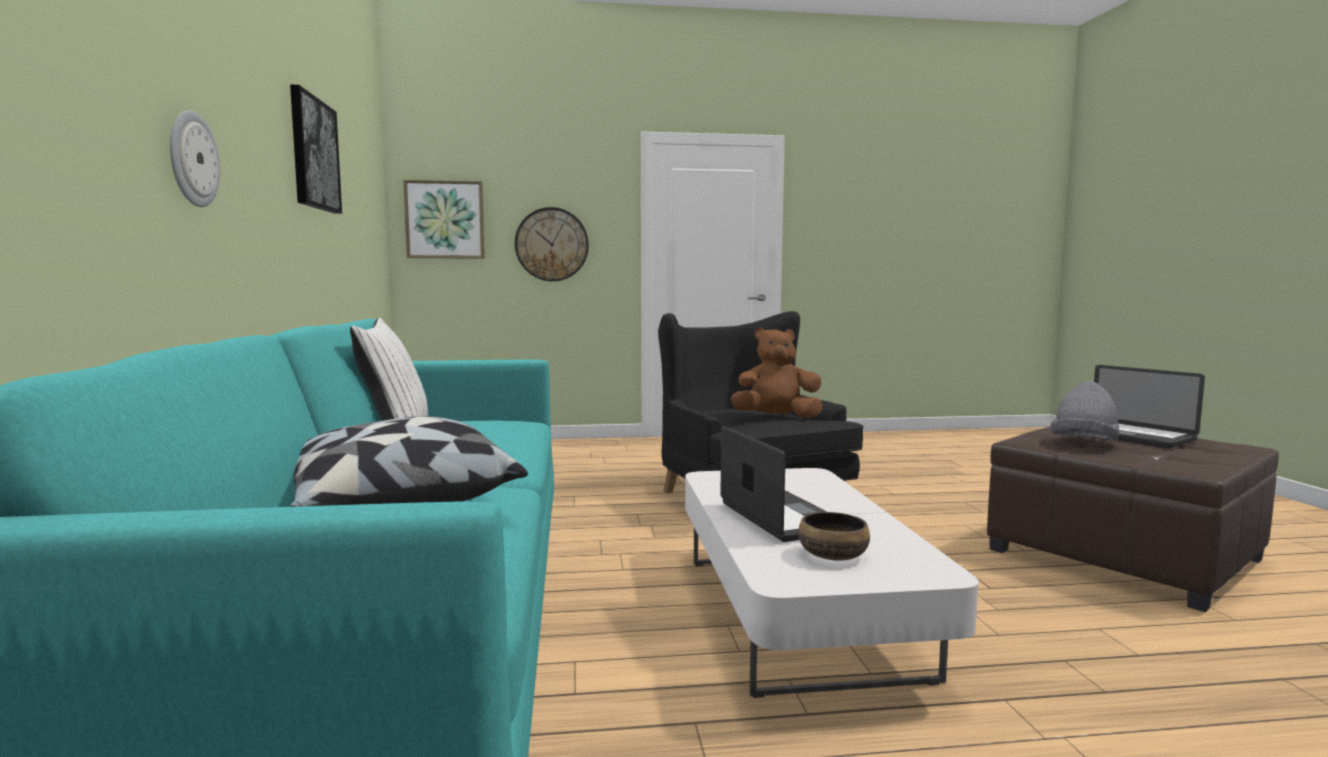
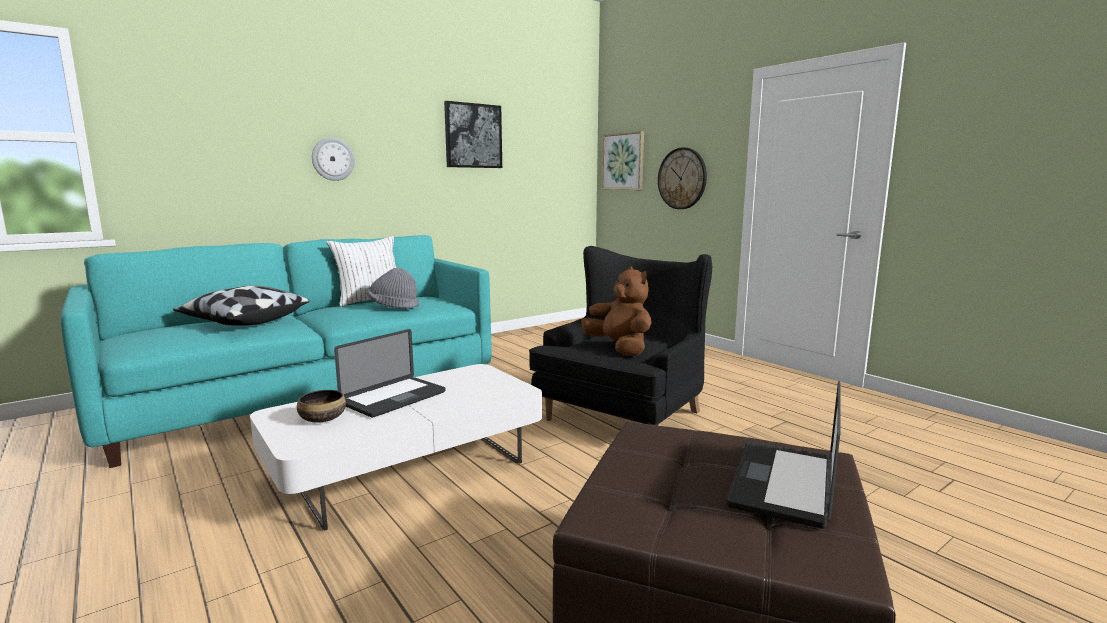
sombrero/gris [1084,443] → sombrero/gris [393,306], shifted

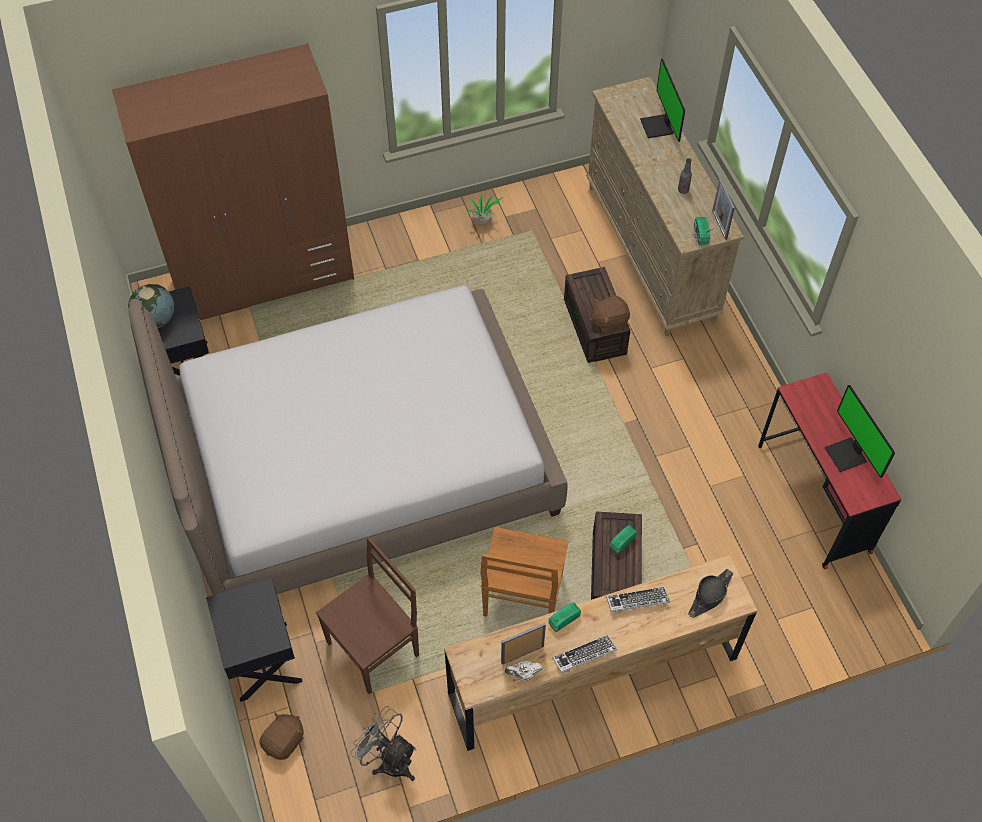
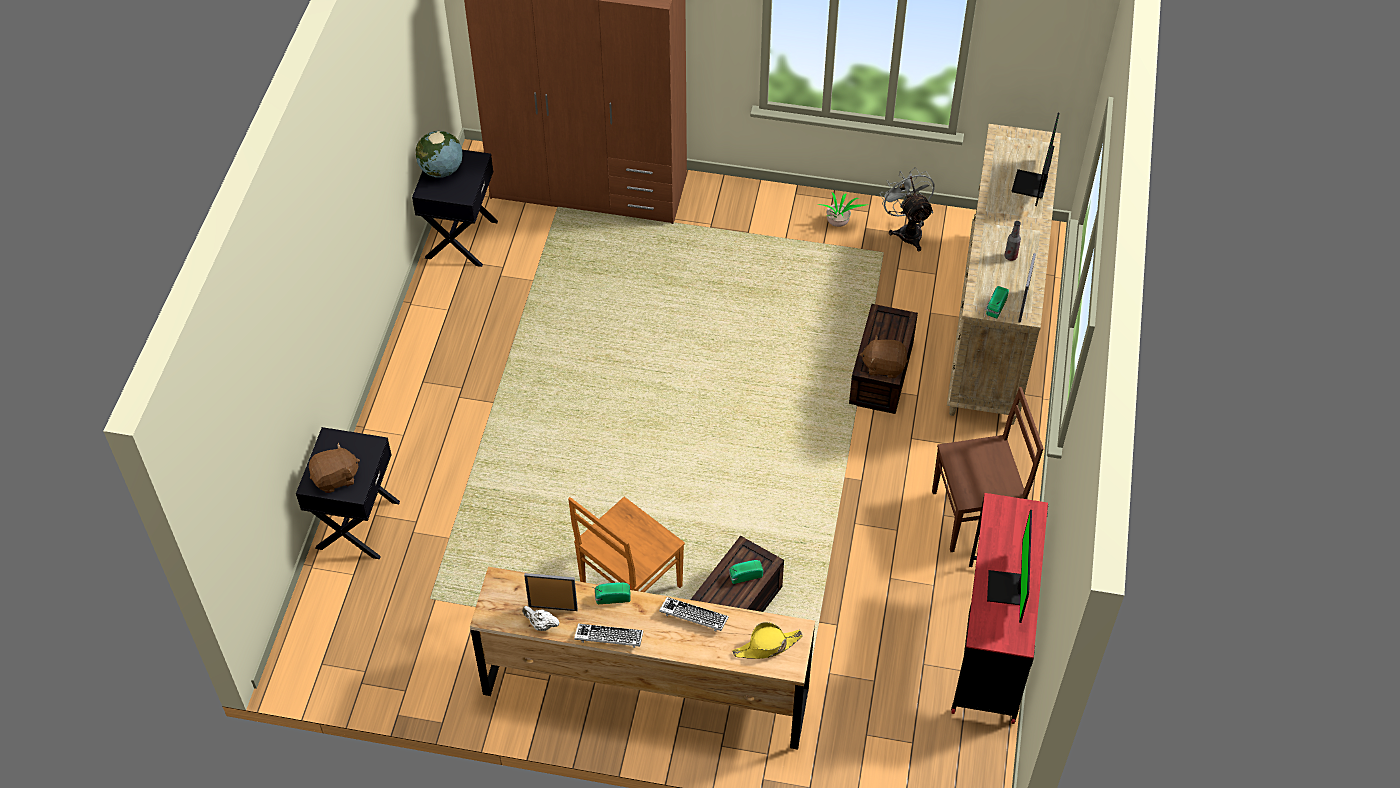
peluche/marrón [284,741] → peluche/marrón [336,478], shifted
sombrero/negro [709,595] → sombrero/amarillo [767,646]
ventilador/gris [389,759] → ventilador/gris [907,231], shifted
silla/marrón [375,647] → silla/marrón [976,516], shifted
cama [361,464] → -

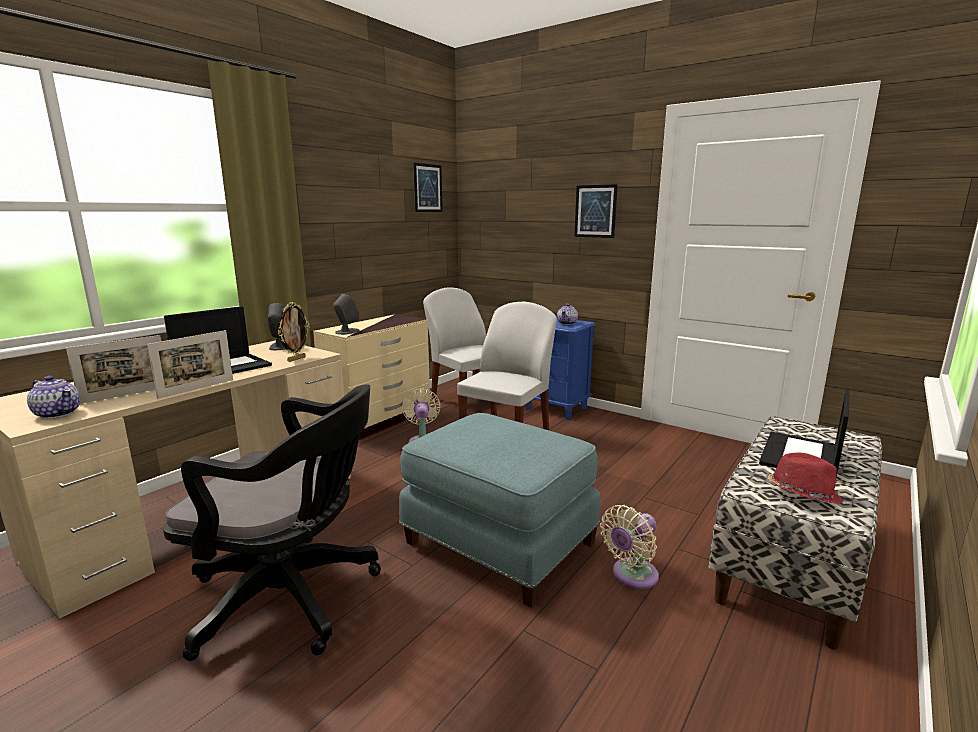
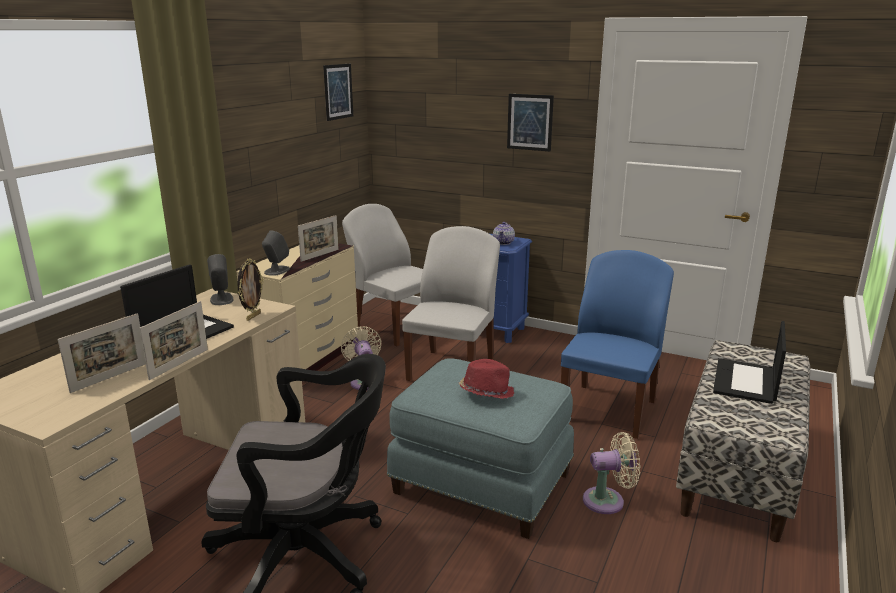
- → portarretratos [320,255]
sombrero/rojo [801,493] → sombrero/rojo [486,392], shifted
- → silla/azul [609,409]
ventilador/beis [632,576] → ventilador/beis [608,501], 135 degrees counterclockwise
tetera [58,413] → -

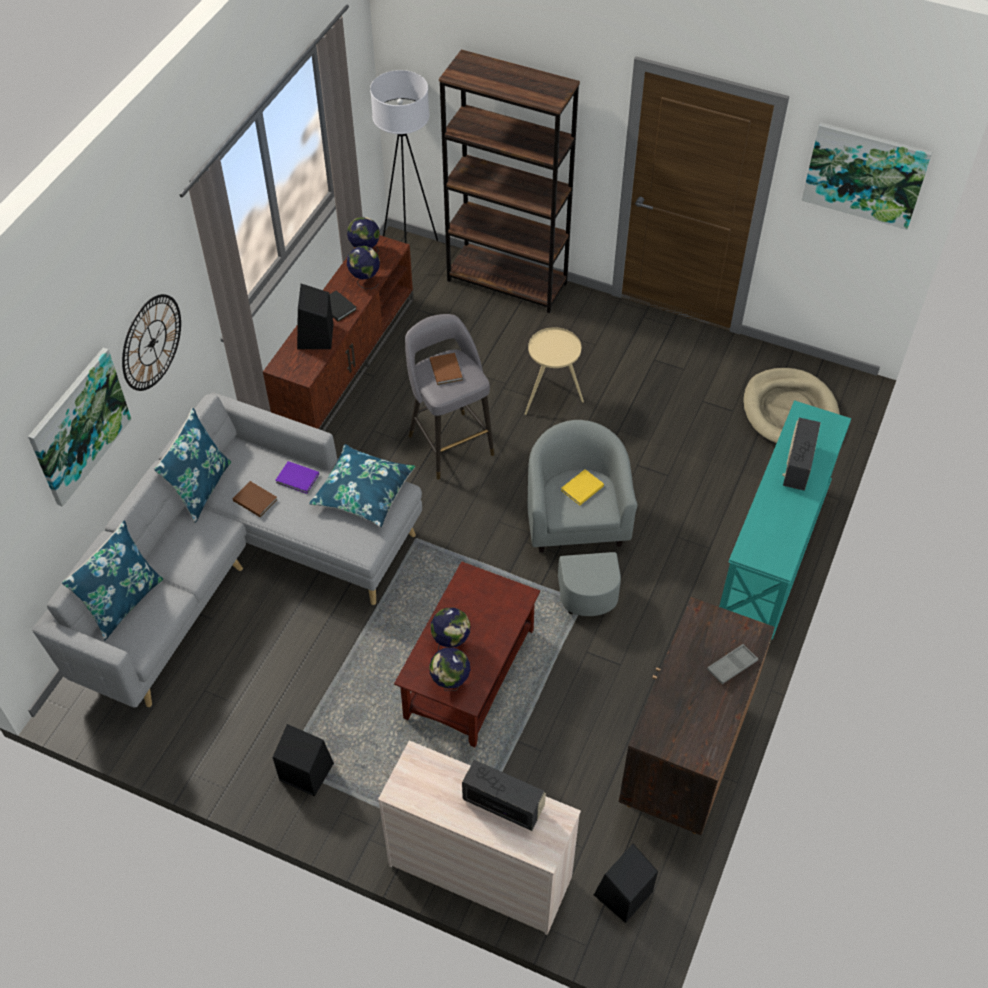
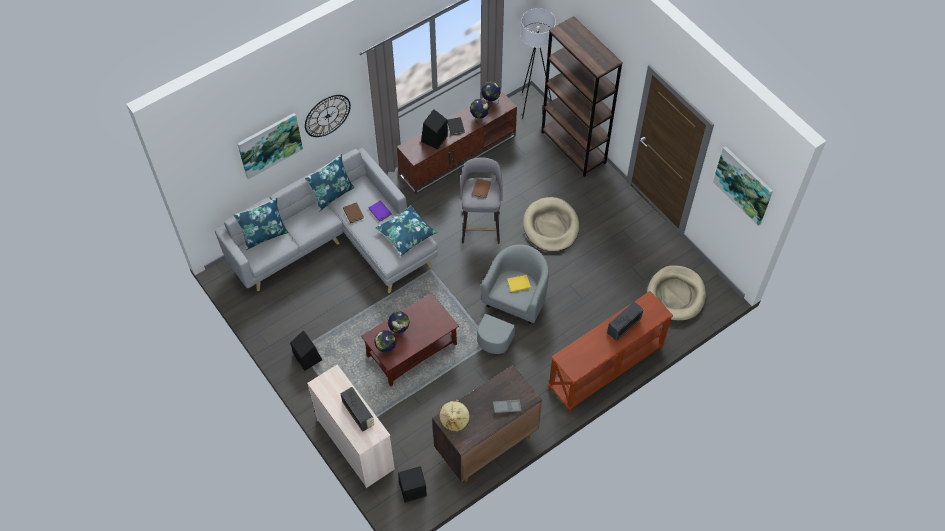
- → sombrero/beis [454,420]
mesa auxiliar/beis [552,398] → cama para perro/beis [551,226]
mesa consola/turquesa [773,556] → mesa consola/marrón [606,369]

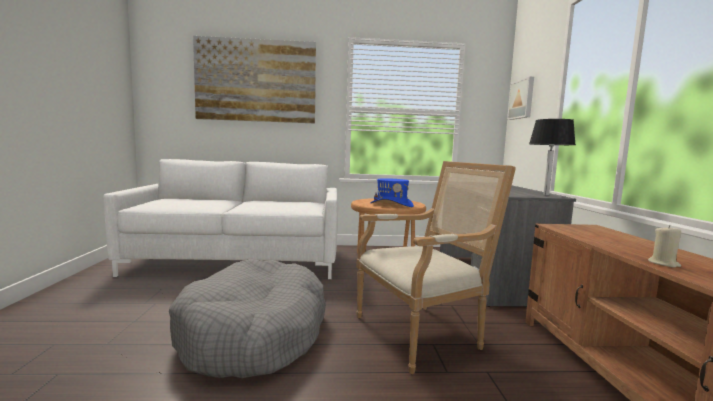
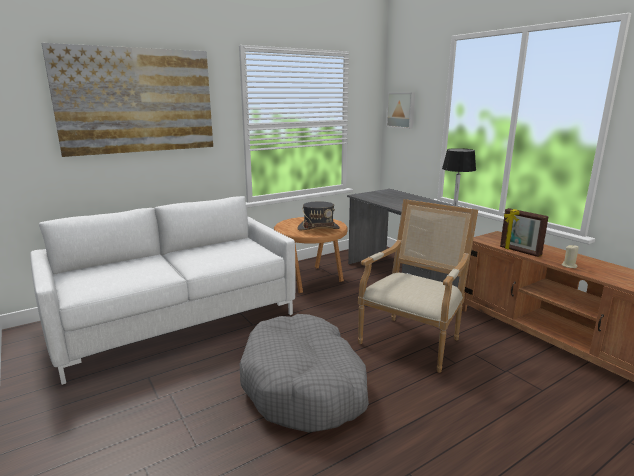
sombrero/azul [391,205] → sombrero/gris [318,228]
- → portarretratos [519,251]

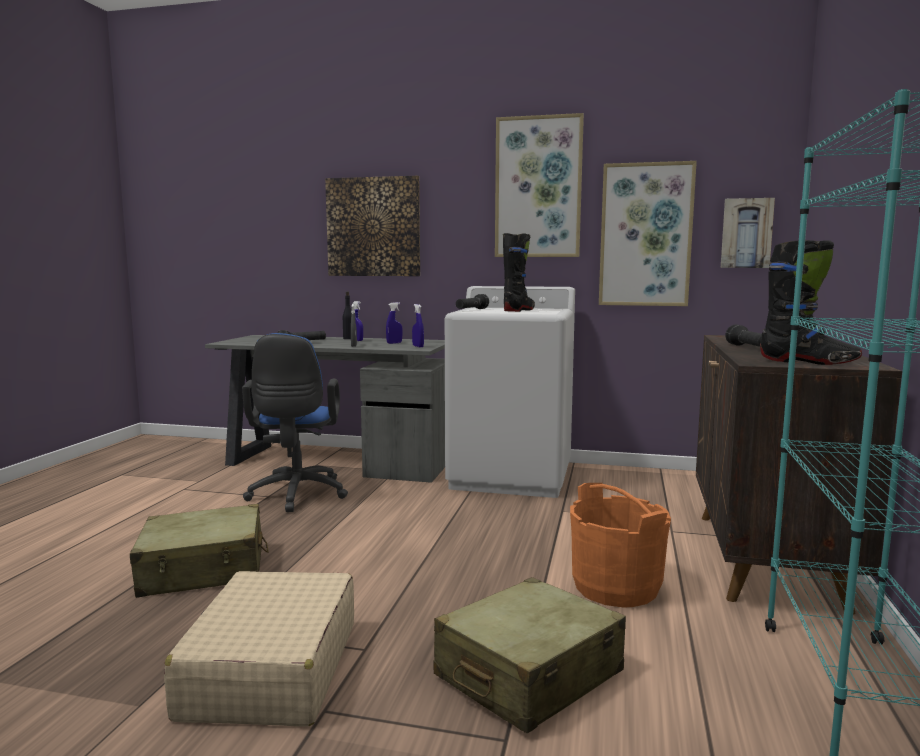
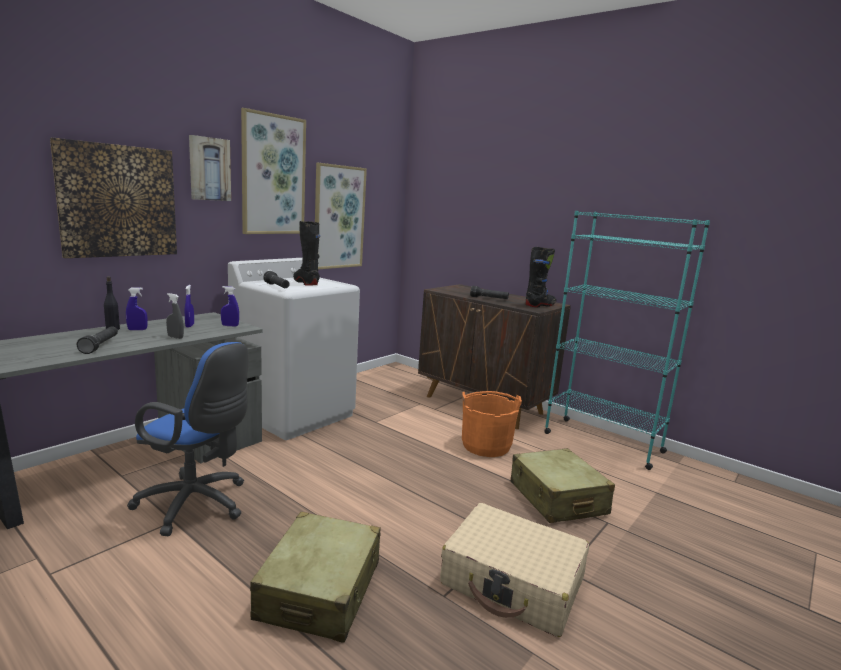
cuadro [746,233] → cuadro [209,169], shifted

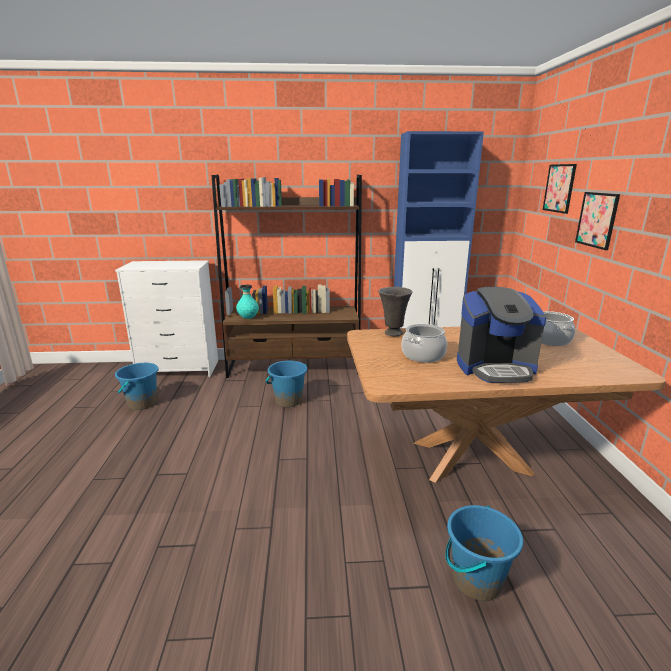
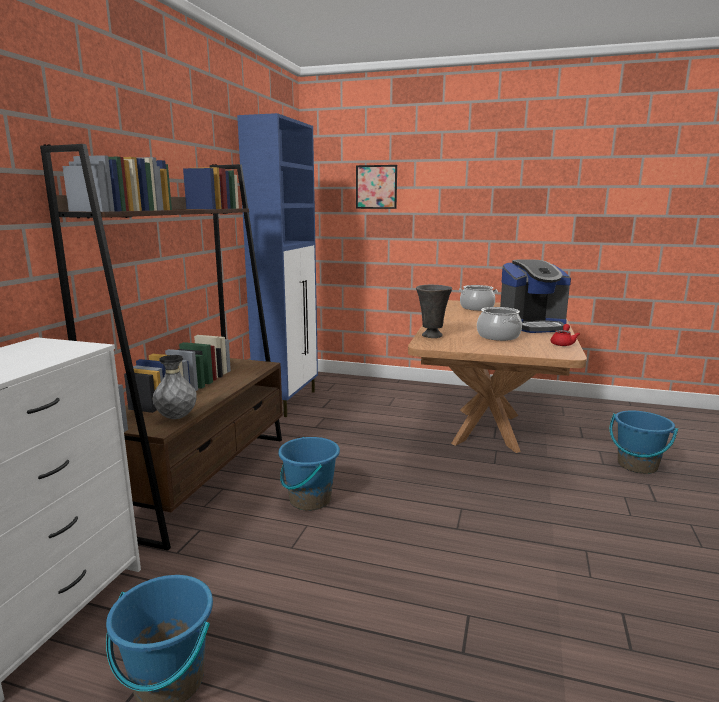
florero/turquesa [248,318] → florero/gris [176,418]
cafetera [495,368] → cafetera [532,326], 60 degrees clockwise
- → tetera/rojo [563,343]
cuadro [597,220] → -

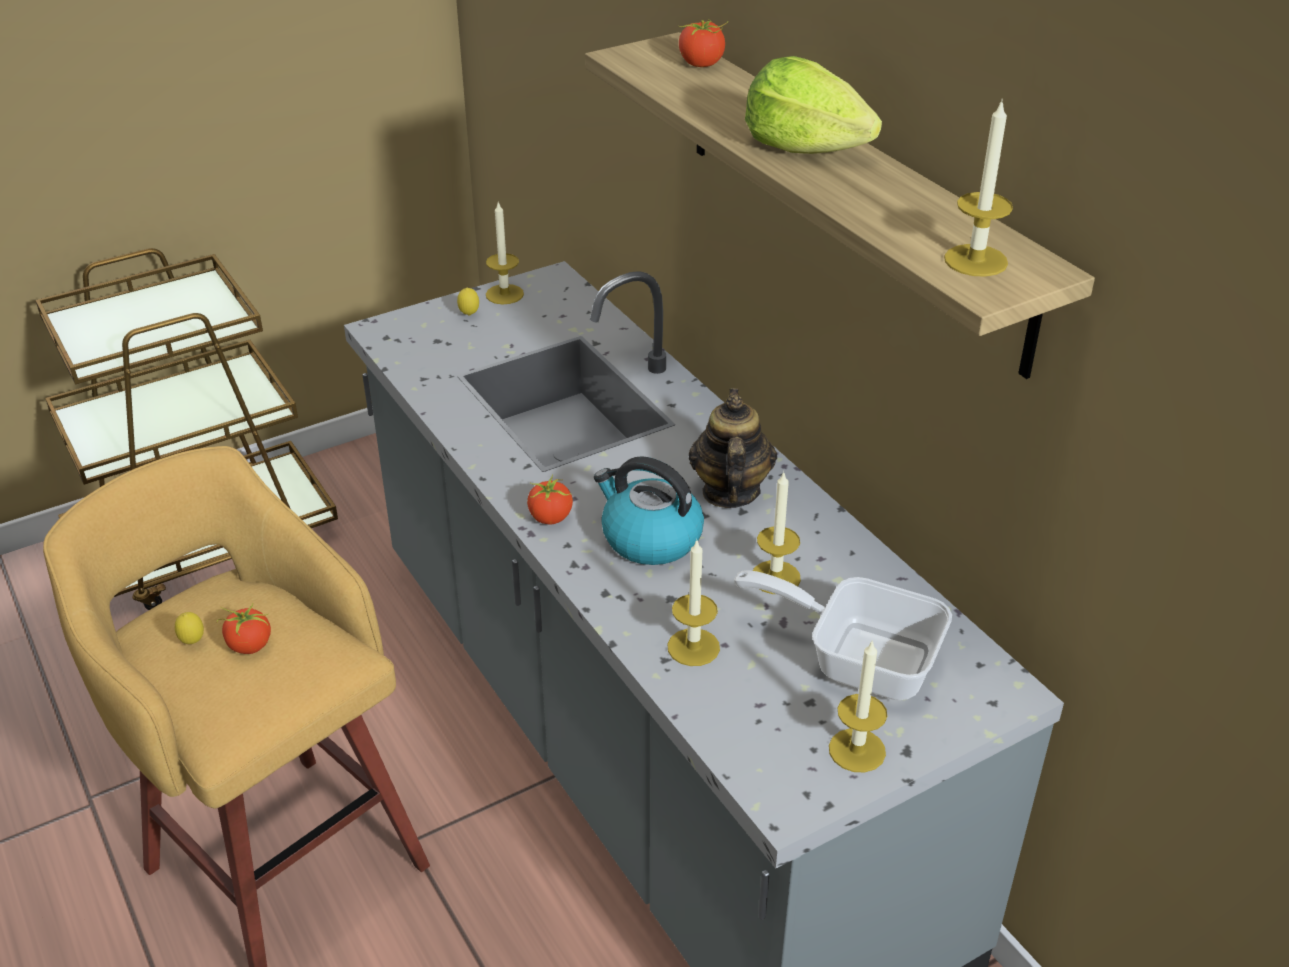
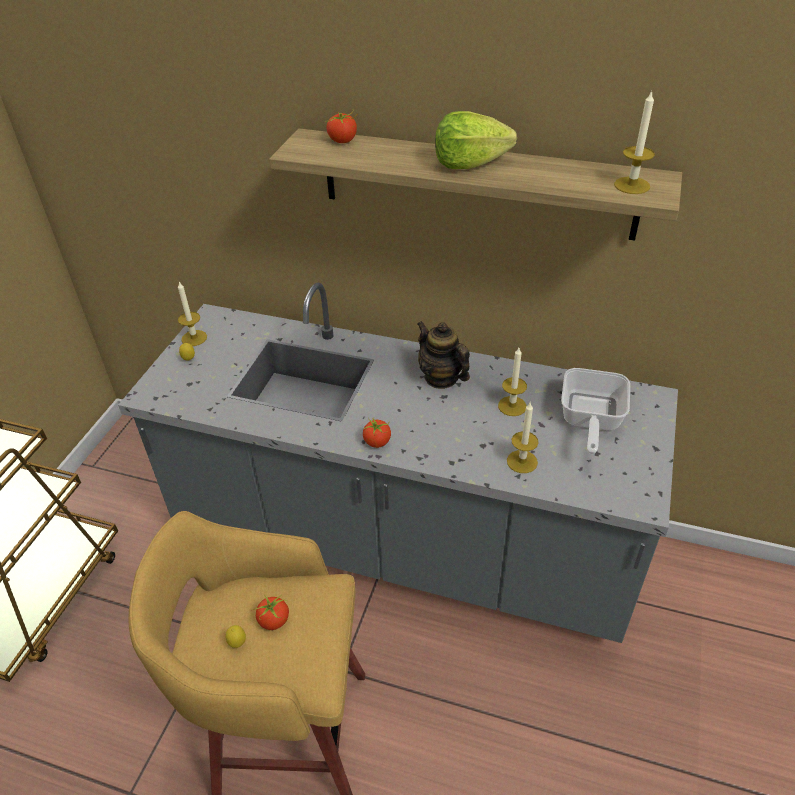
sartén [858,658] → sartén [589,420], 60 degrees counterclockwise
hervidor [650,538] → -
vela [857,750] → -

